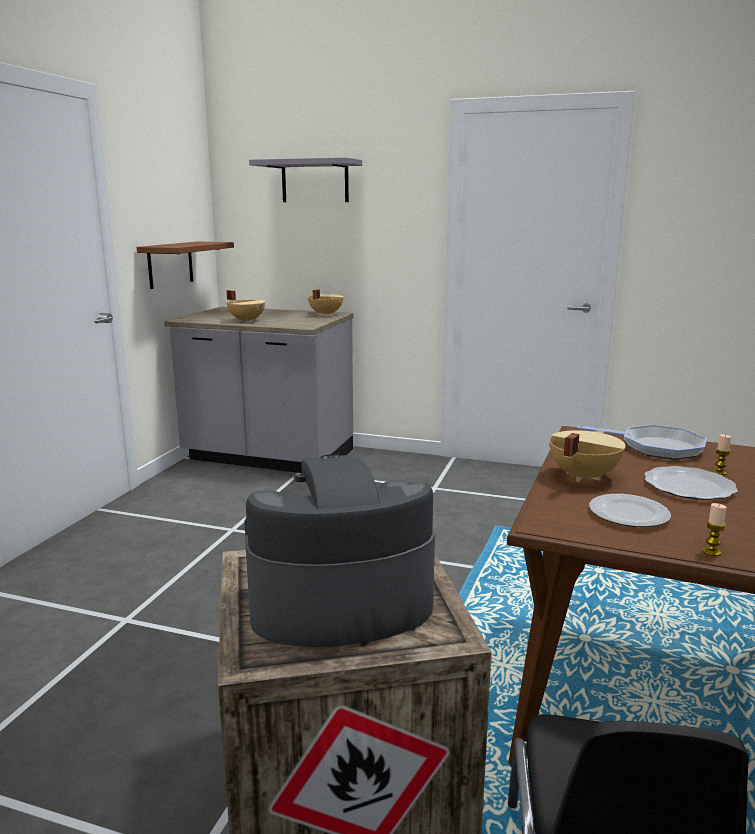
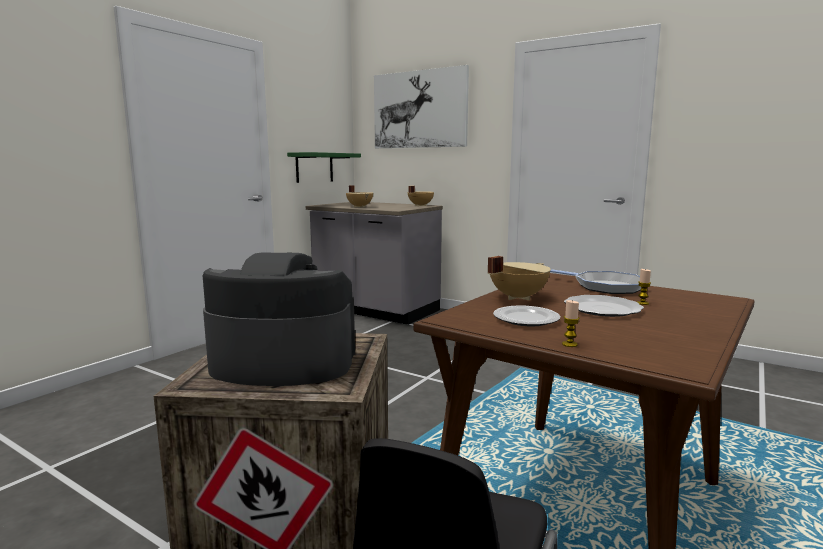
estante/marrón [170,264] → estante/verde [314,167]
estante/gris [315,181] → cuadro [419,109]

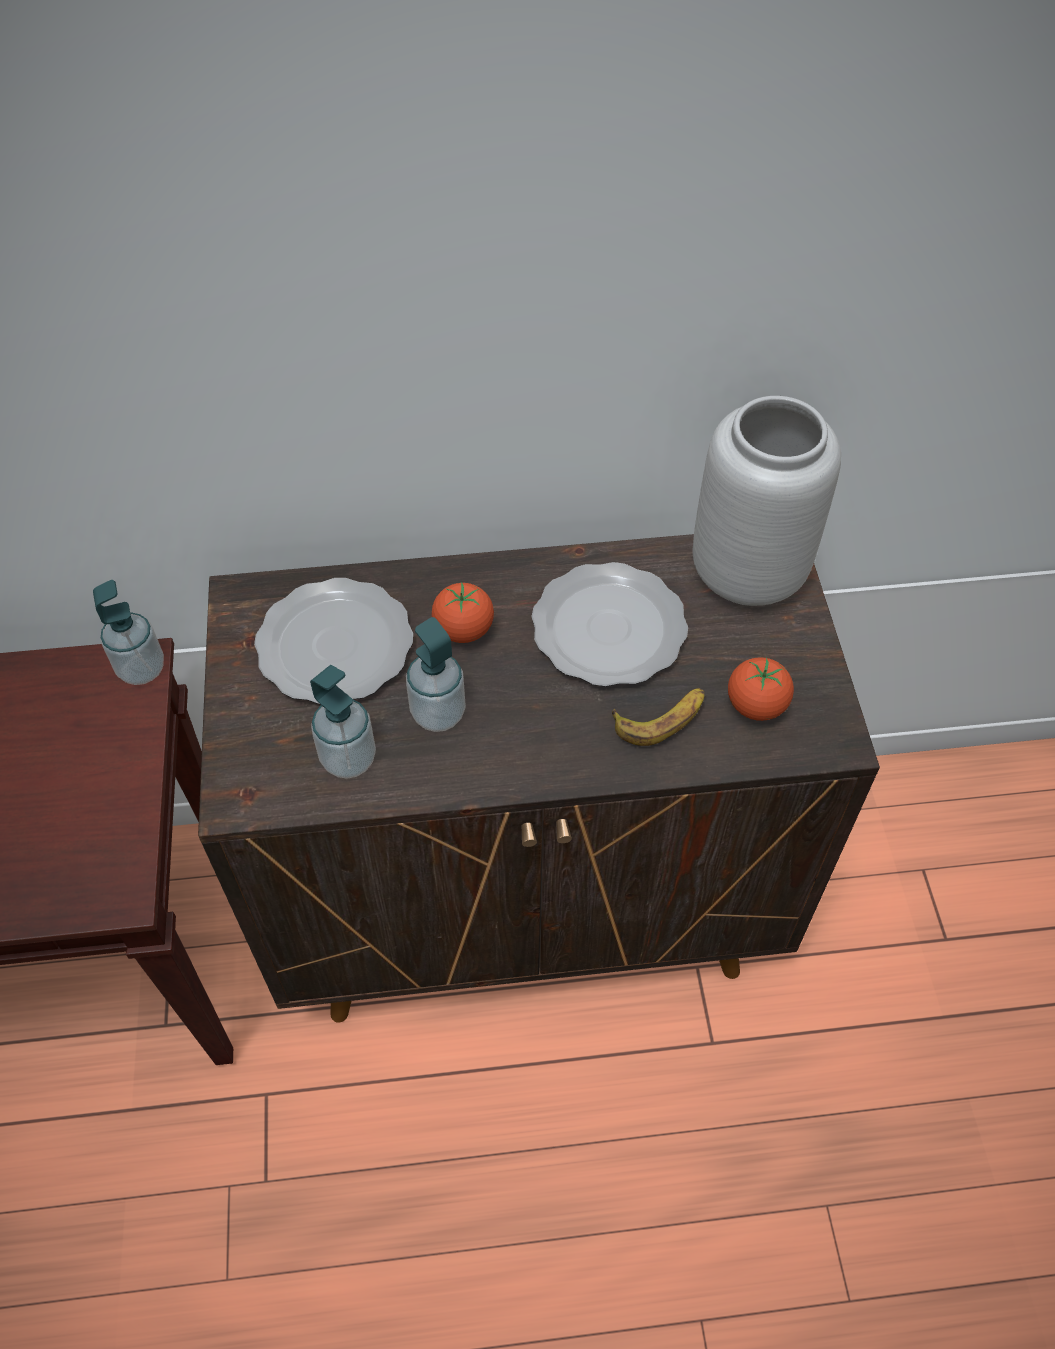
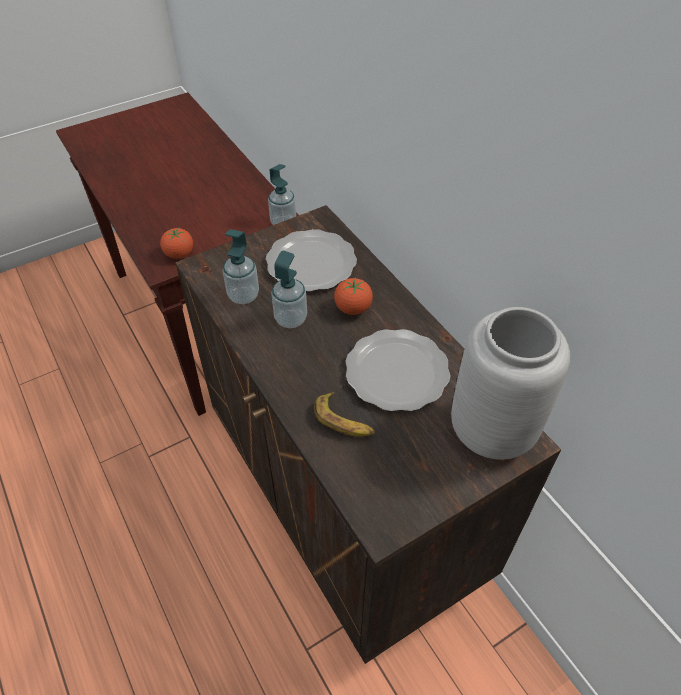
tomate [756,705] → tomate [179,254], shifted

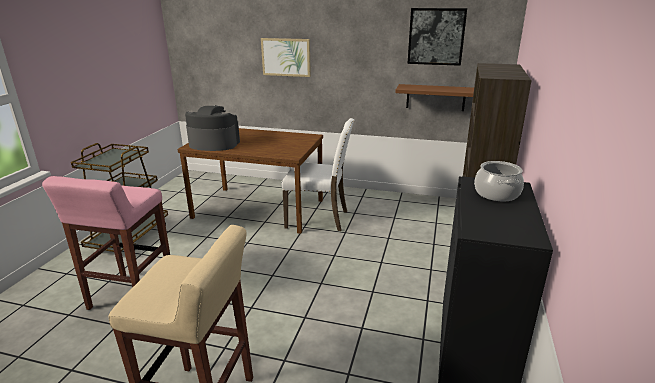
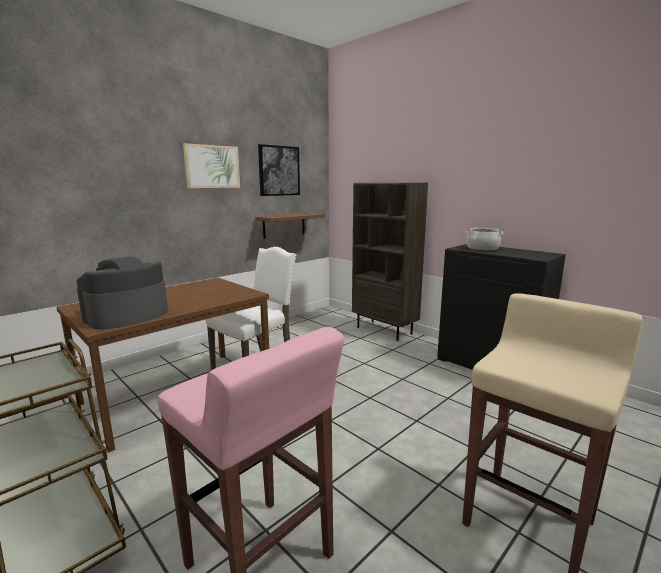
cuadro [286,57] → cuadro [212,166], shifted

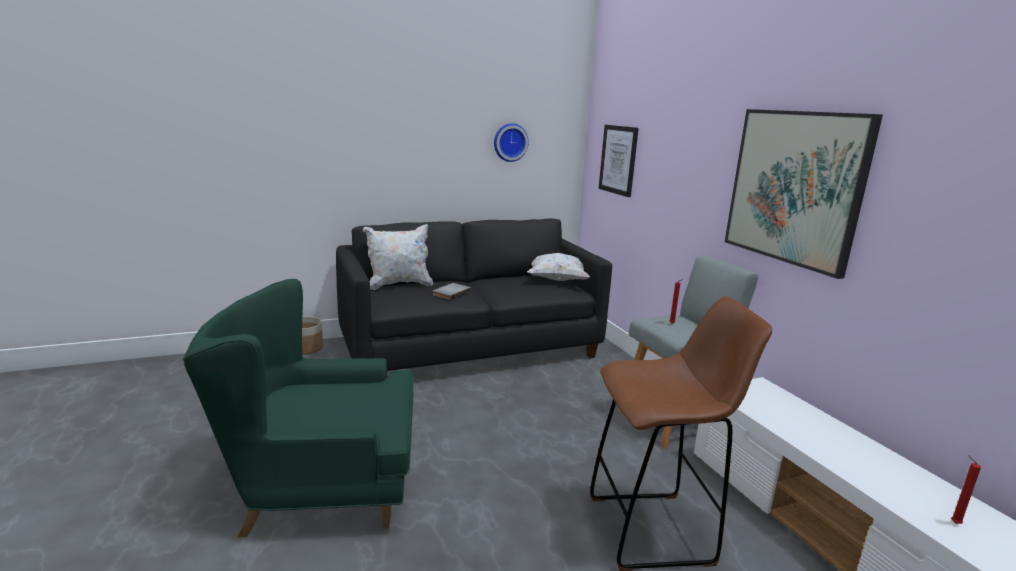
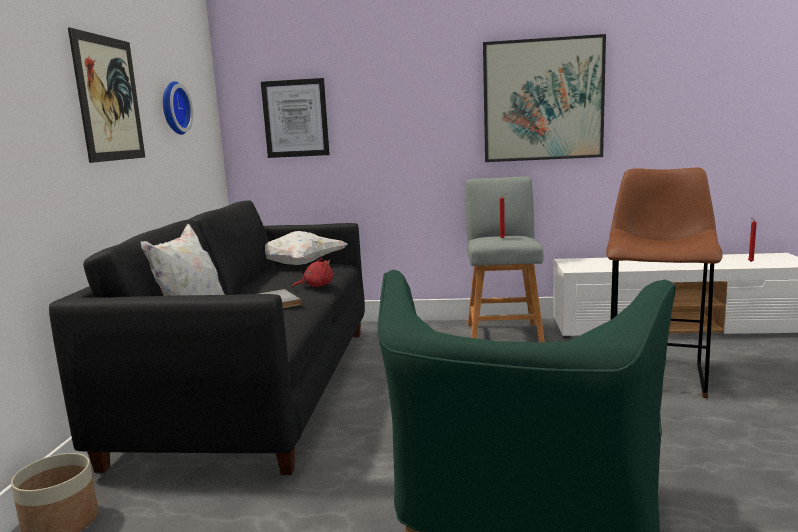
- → cuadro [109,99]
- → peluche/rojo [316,286]

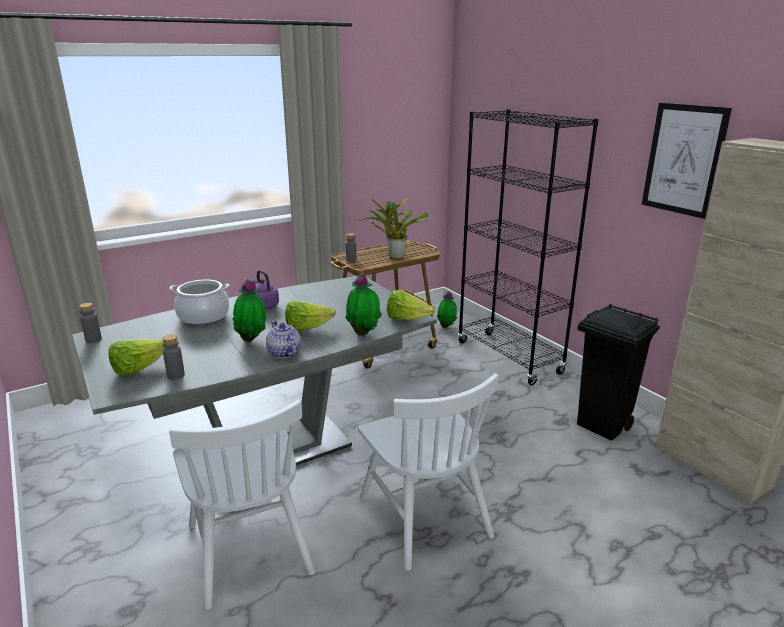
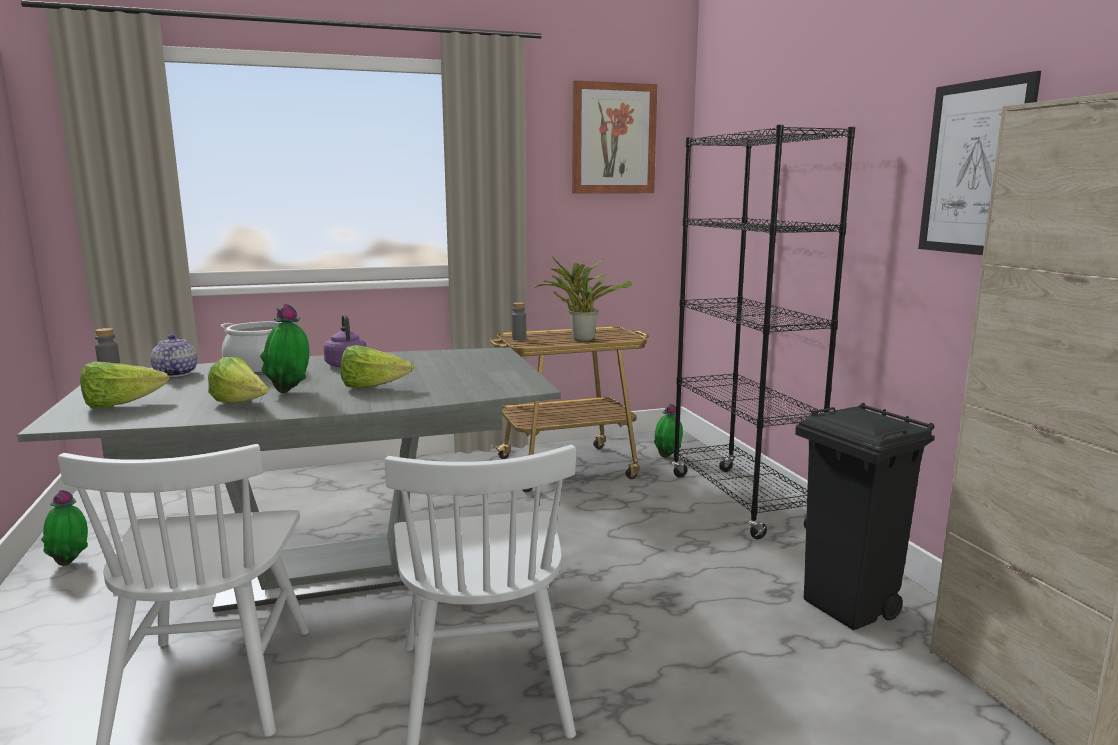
planta en maceta [364,333] → planta en maceta [71,563], shifted
tetera [284,353] → tetera [175,374], shifted
lechuga [407,319] → lechuga [241,404], shifted
- → cuadro [613,139]
botella/gris [176,375] → -

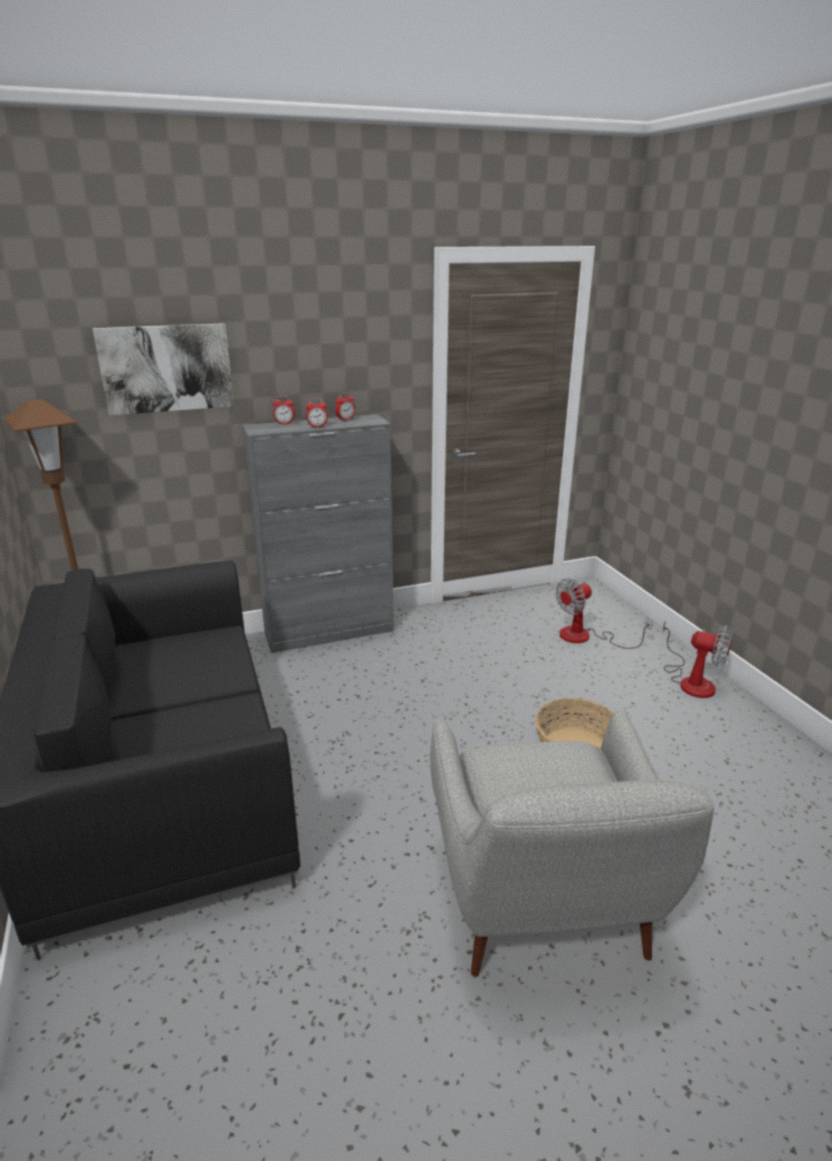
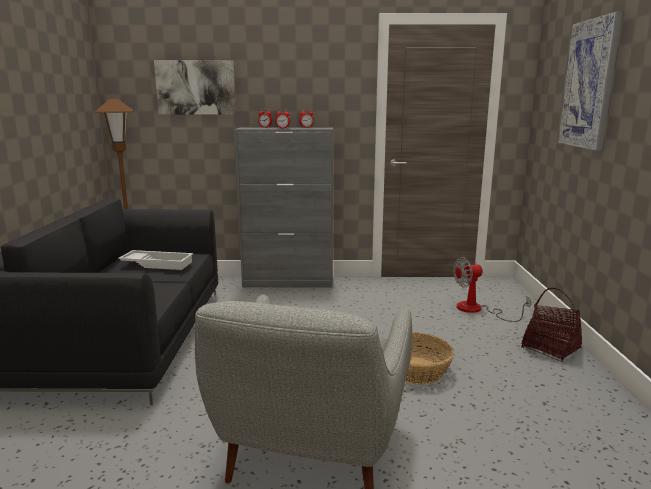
- → bandeja/blanco [158,264]
ventilador [691,681] → cesta [550,348]
- → cuadro [590,84]

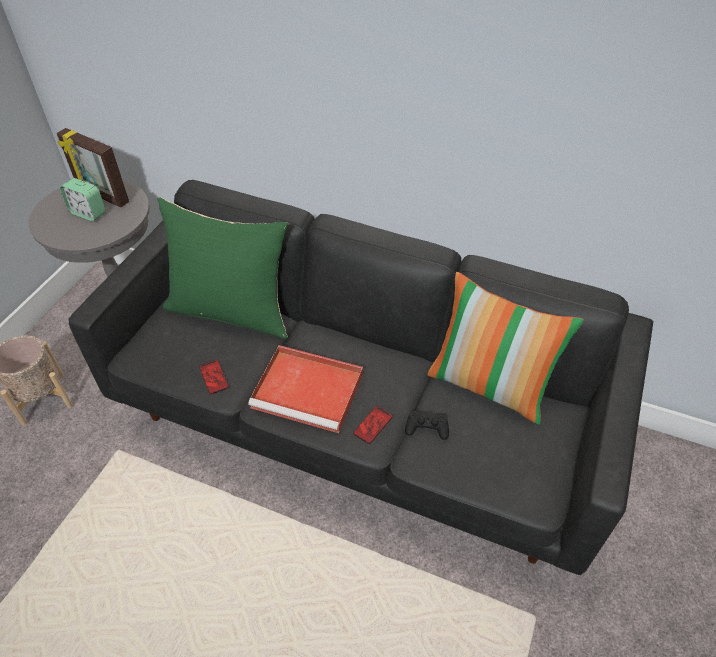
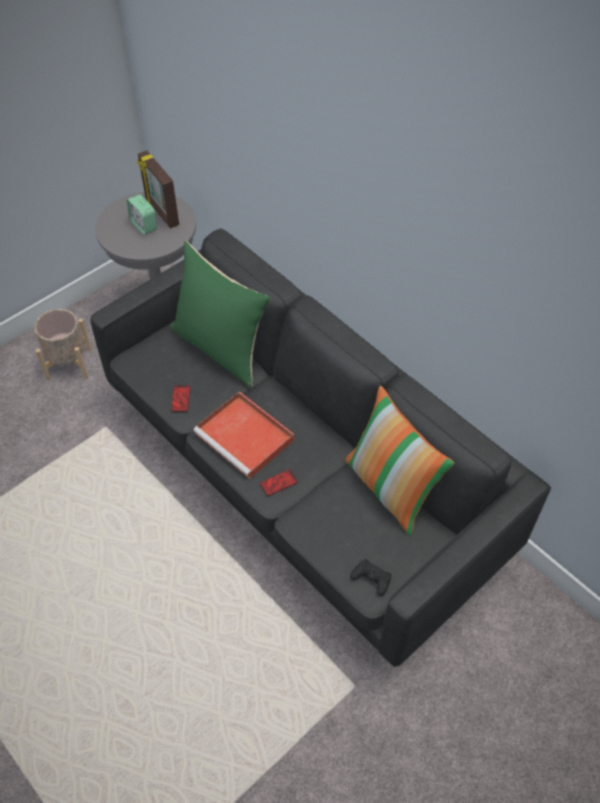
mando de consola/negro [427,427] → mando de consola/negro [371,578], shifted

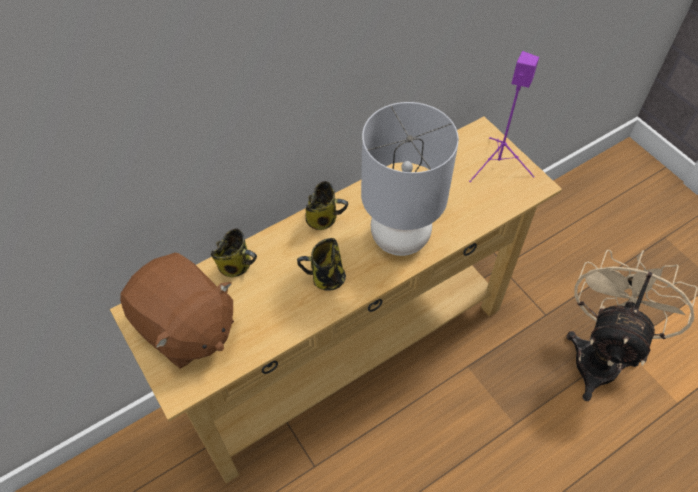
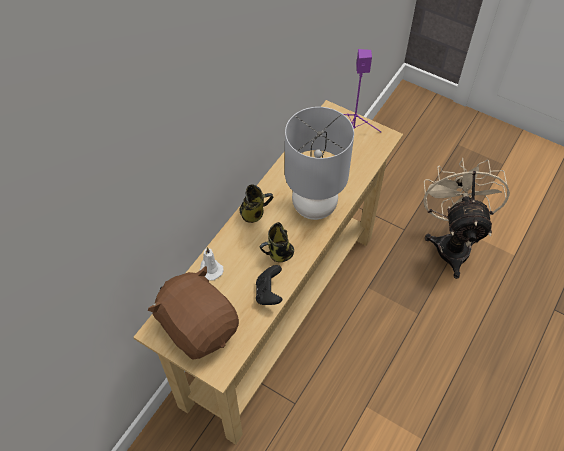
peluche/marrón [186,327] → peluche/marrón [199,326], 150 degrees counterclockwise
taza grande [237,266] → vela/blanco [210,269]
- → mando de consola/negro [269,293]

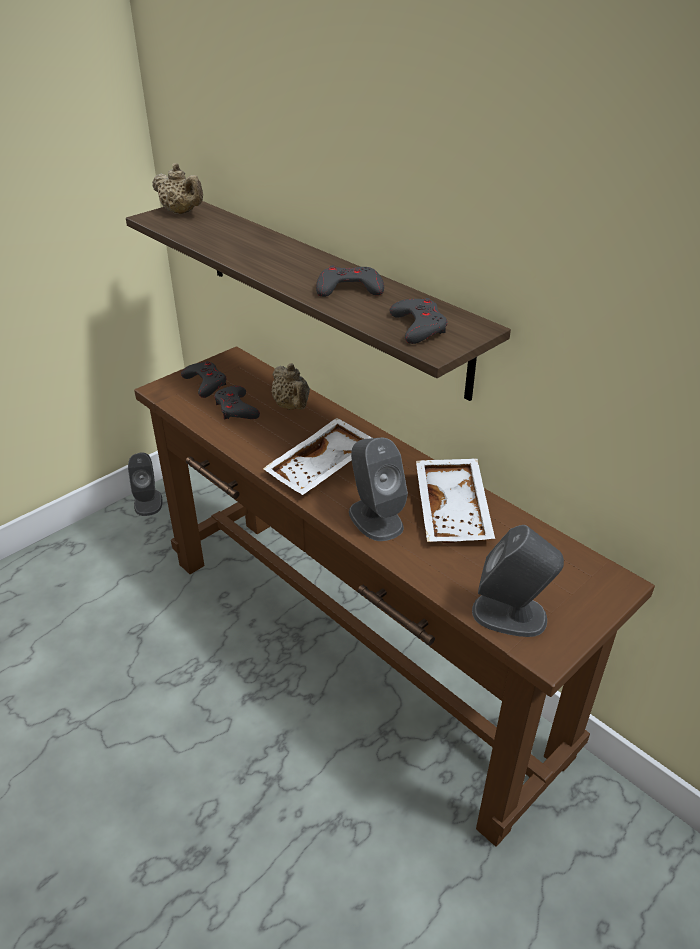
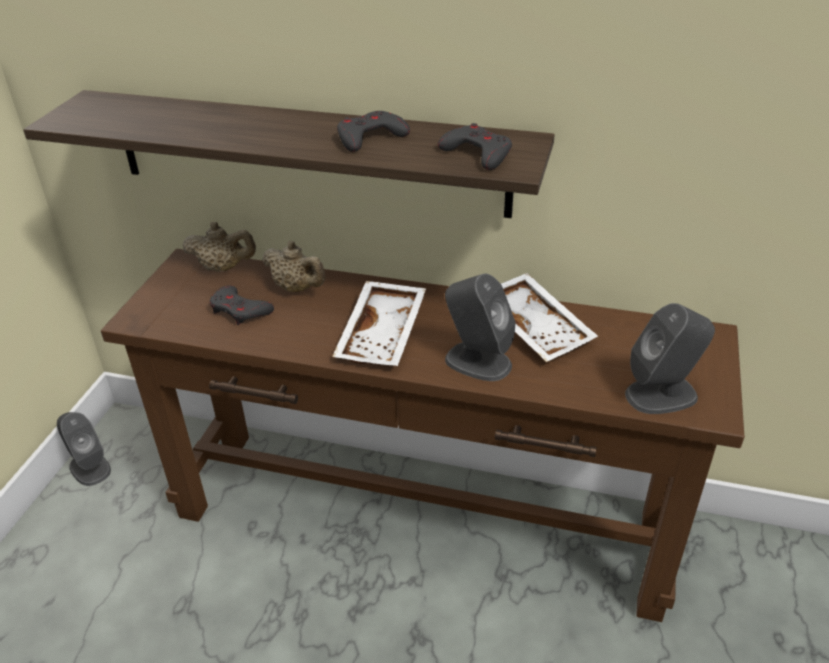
tetera/beis [181,212] → tetera/beis [223,268], shifted
mando de consola/gris [205,383] → -

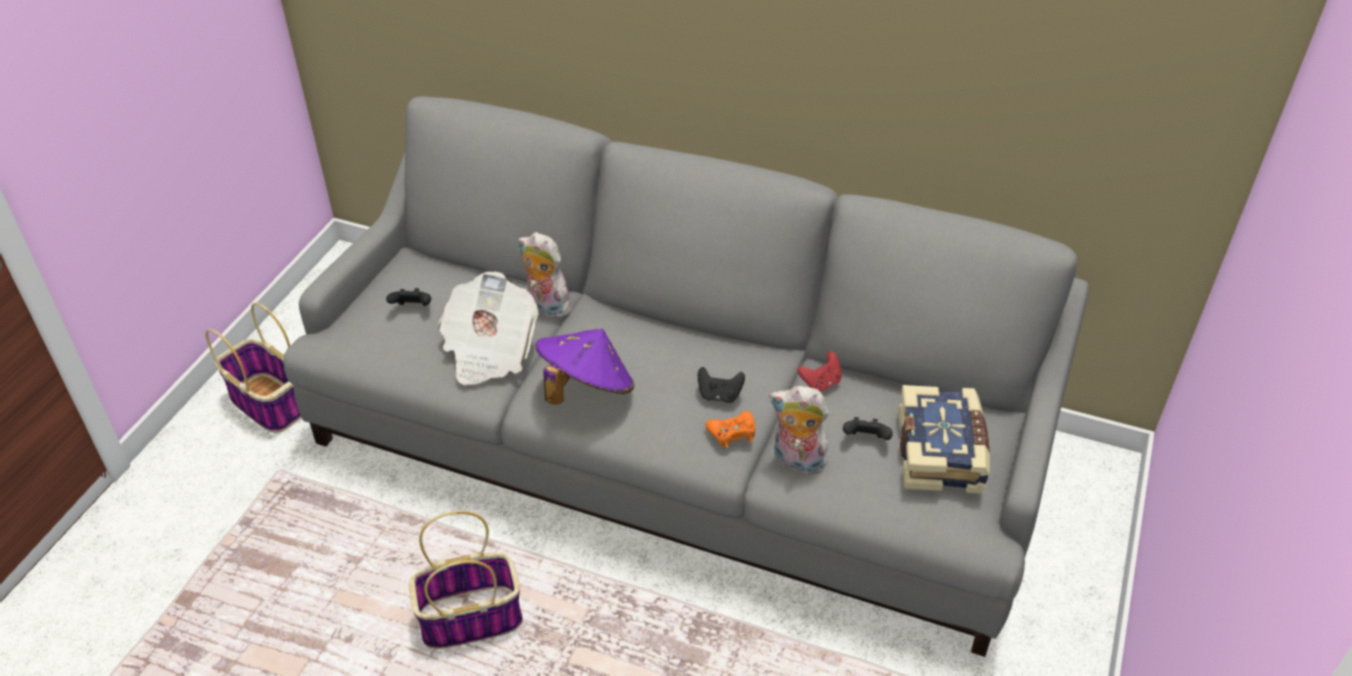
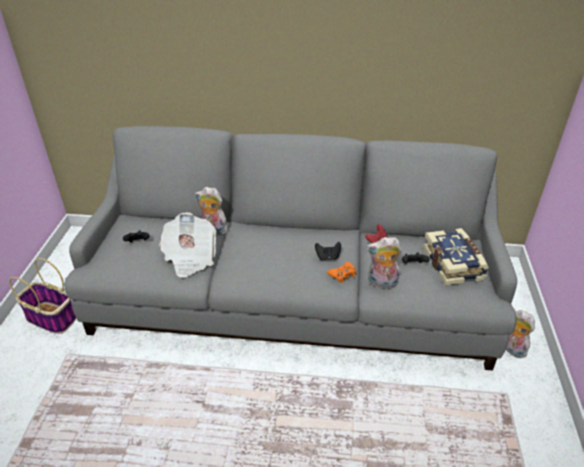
- → peluche [511,349]
cesta [472,618] → -
sombrero/morado [585,389] → -

